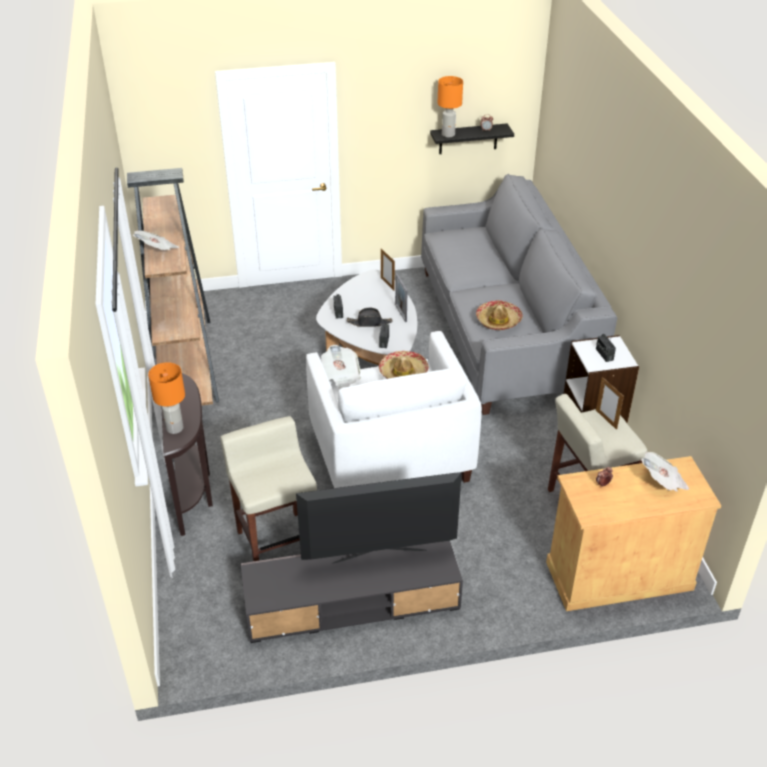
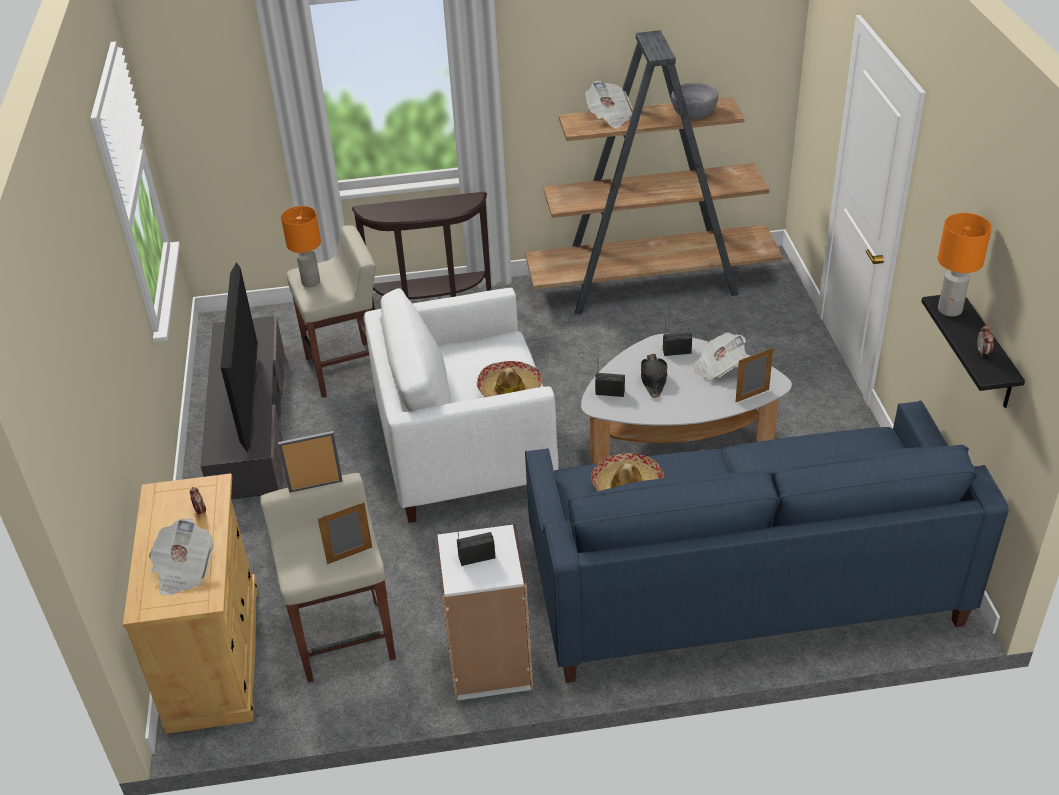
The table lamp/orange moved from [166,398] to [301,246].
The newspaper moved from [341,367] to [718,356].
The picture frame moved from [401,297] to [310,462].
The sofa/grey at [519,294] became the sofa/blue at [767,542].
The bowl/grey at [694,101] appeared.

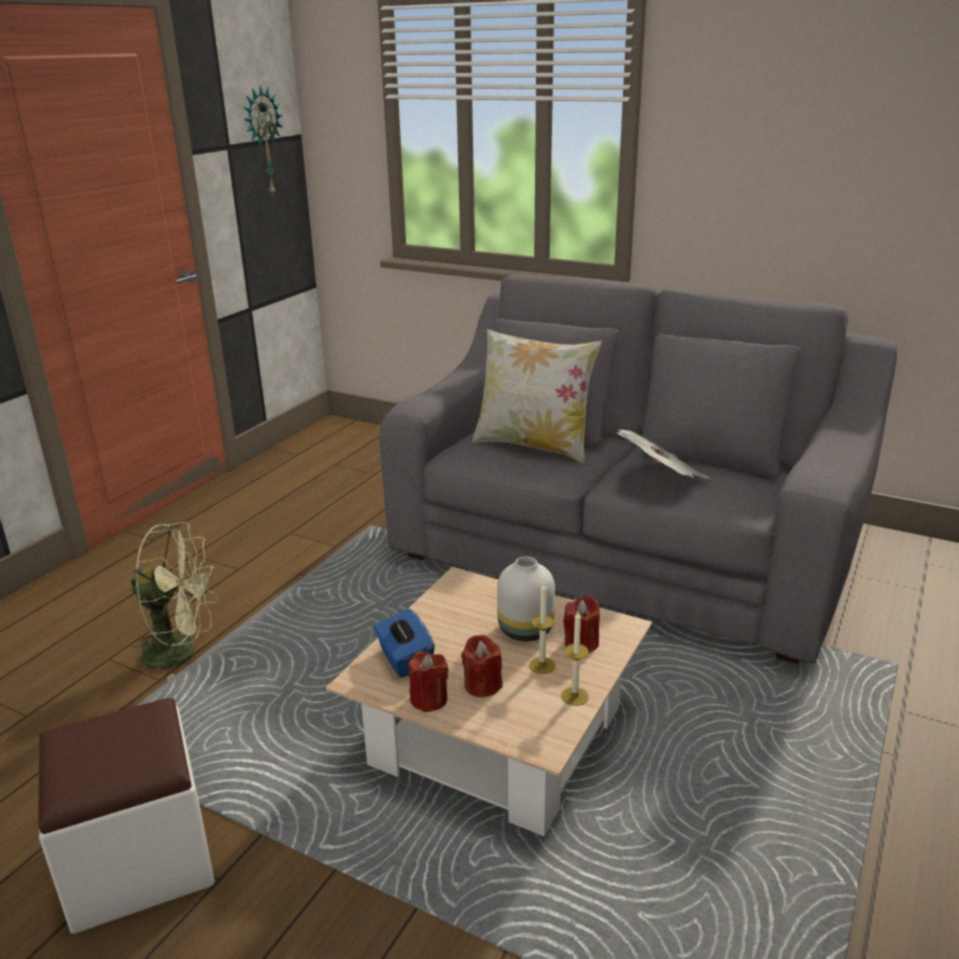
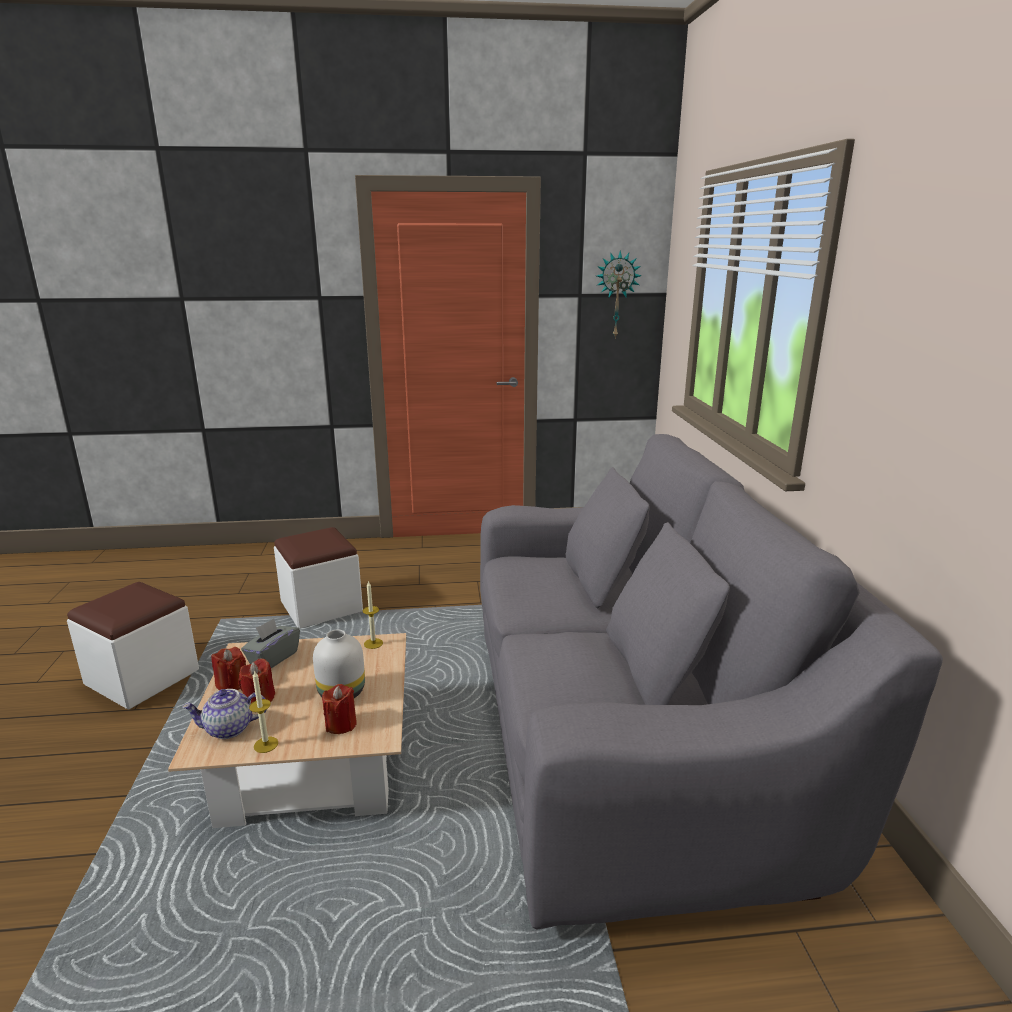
The fan/green at [174,601] was replaced by the ottoman/white at [318,577].
The tissue box/blue at [404,643] became the tissue box/grey at [270,643].
The pillow at [536,396] disappeared.
The candle moved from [542,628] to [372,615].
The newspaper at [663,454] disappeared.
The teapot at [224,714] appeared.

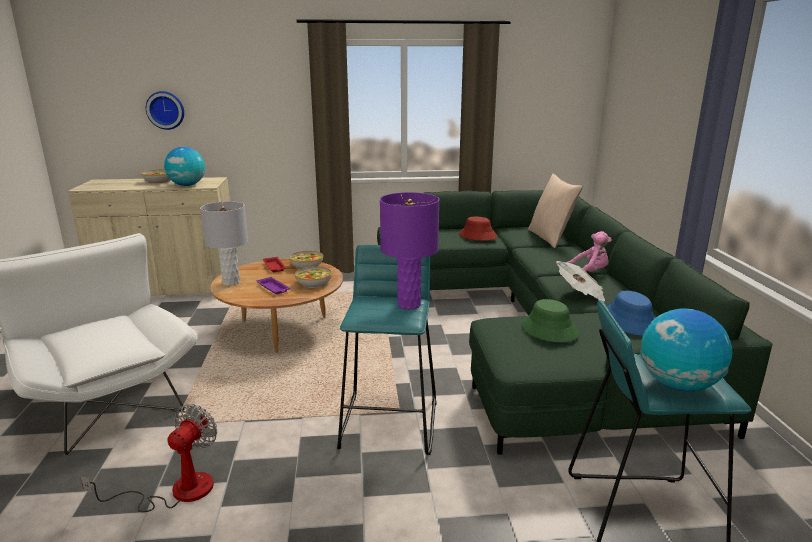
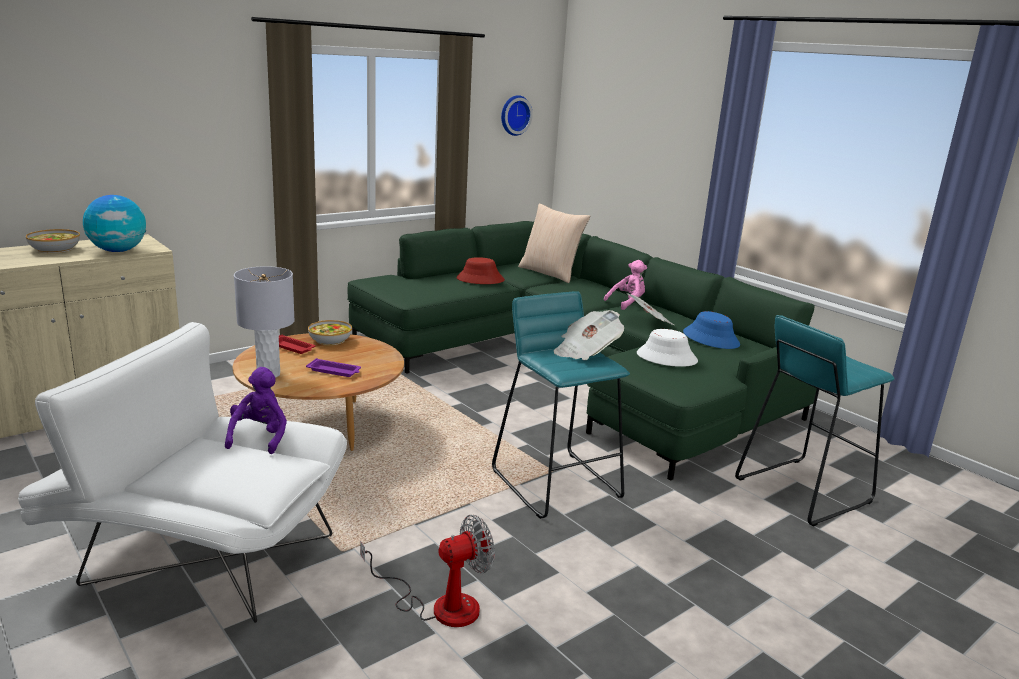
The fan at [148,458] turned 75 degrees clockwise.
The wall clock moved from [165,110] to [517,115].
The bowl at [313,277] disappeared.
The table lamp/purple at [409,251] was replaced by the newspaper at [589,335].
The hat/green at [550,321] became the hat/white at [667,348].
The globe at [686,350] disappeared.
The plush toy/purple at [256,410] appeared.

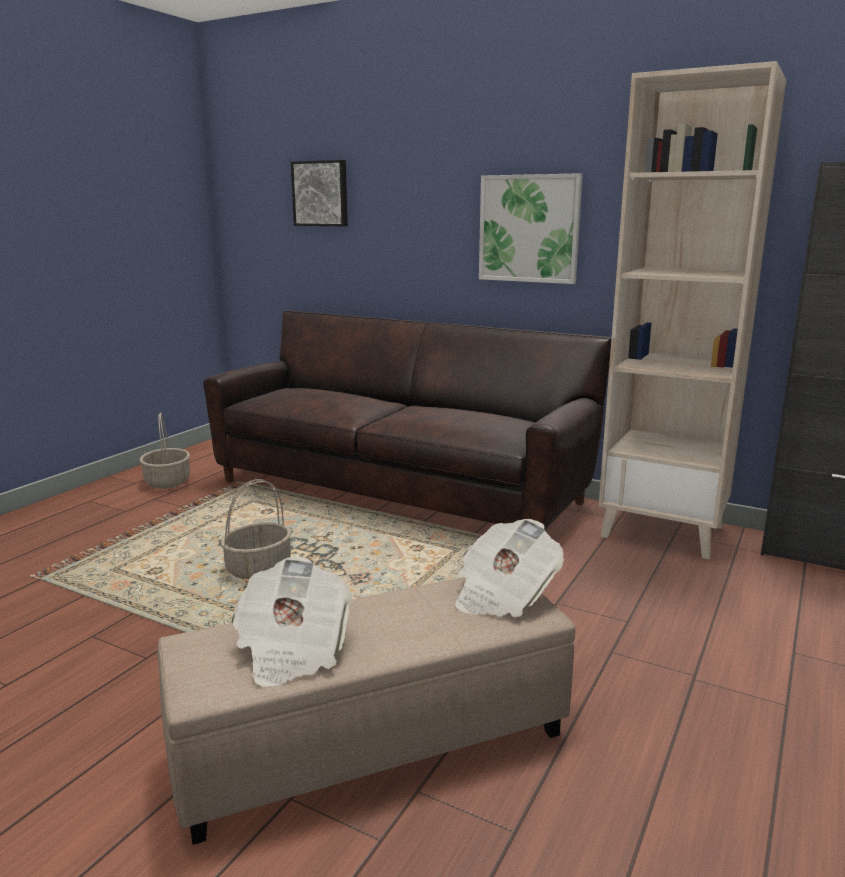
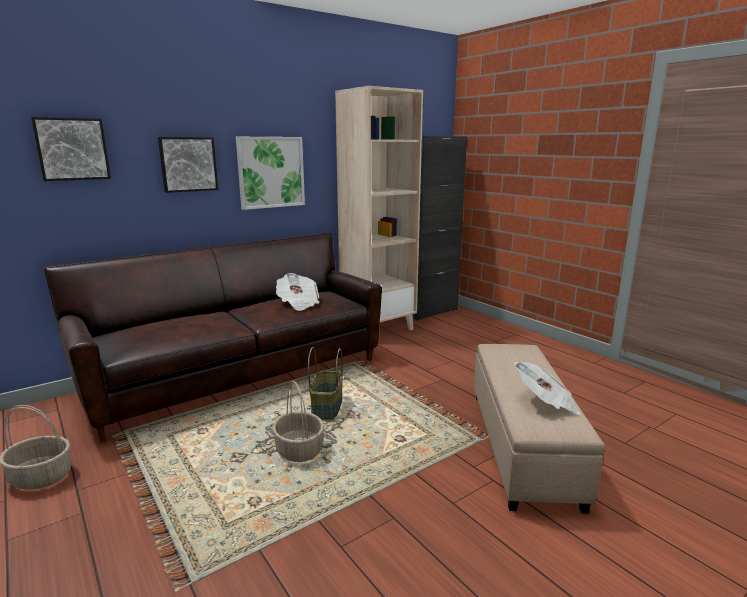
The newspaper moved from [509,568] to [298,292].
The picture at [188,165] appeared.
The basket at [325,383] appeared.

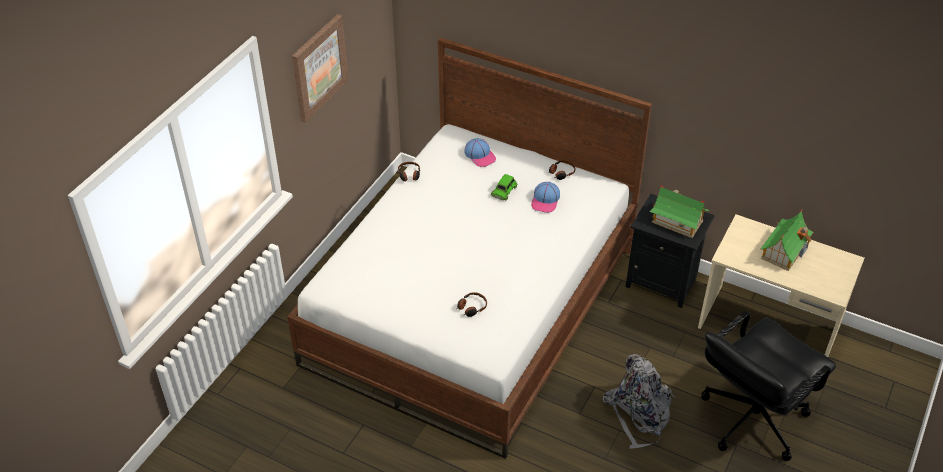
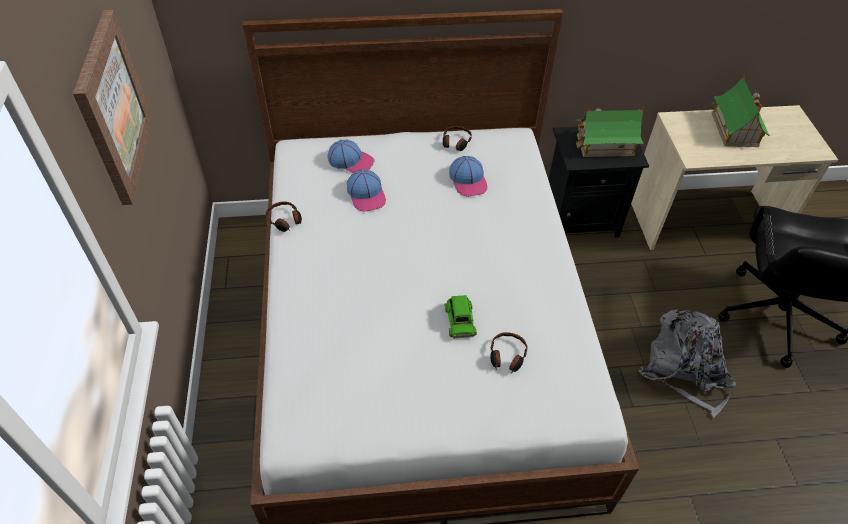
The toy car/green moved from [504,187] to [460,317].
The cap at [366,191] appeared.

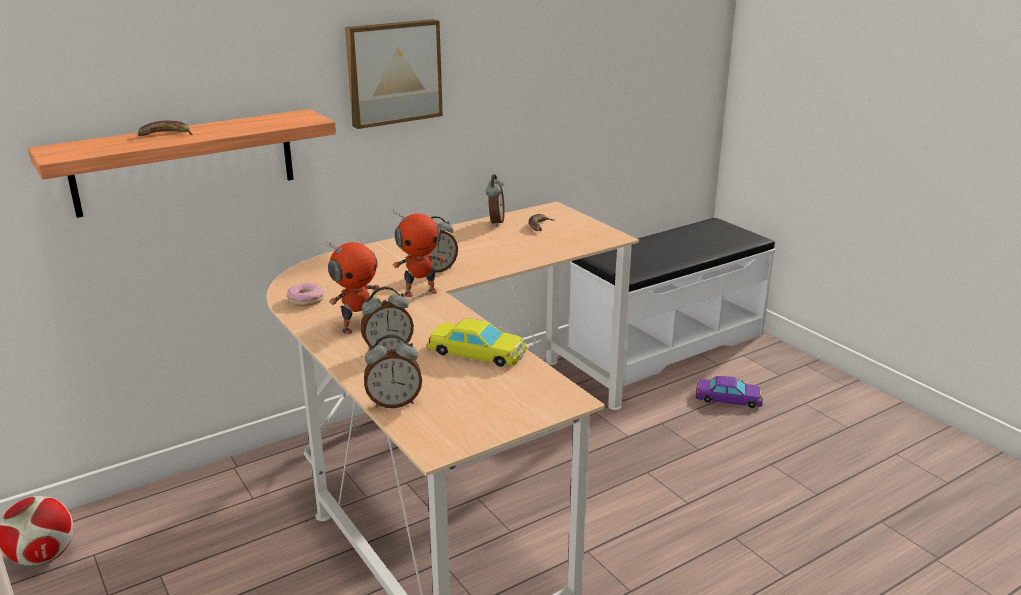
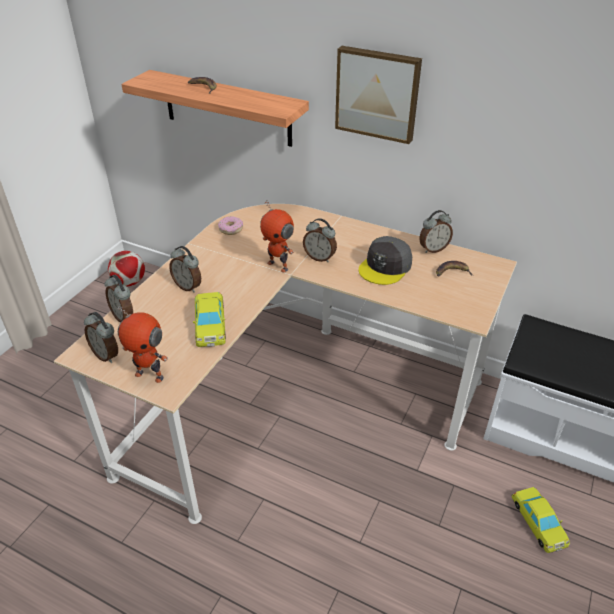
The toy robot moved from [353,287] to [143,344].
The toy car/purple at [729,392] became the toy car/yellow at [541,520].
The alarm clock at [101,337] appeared.
The cap/grey at [385,260] appeared.

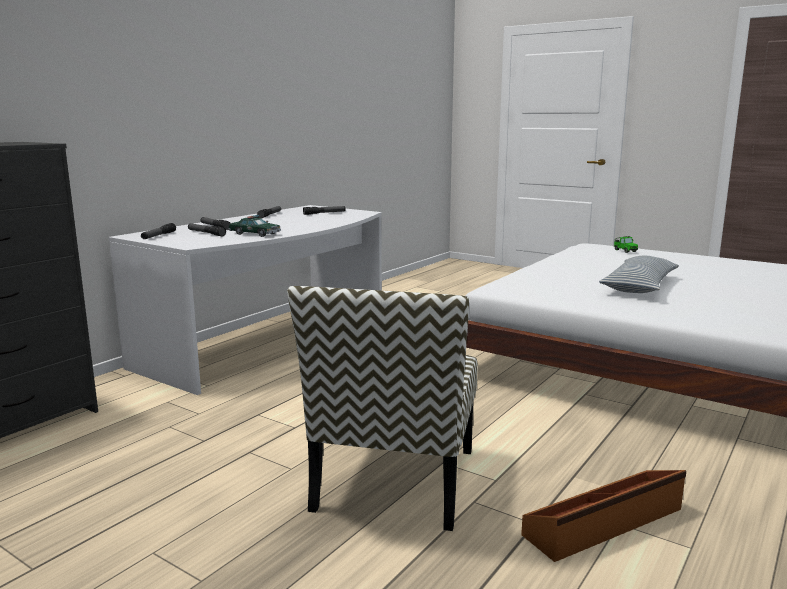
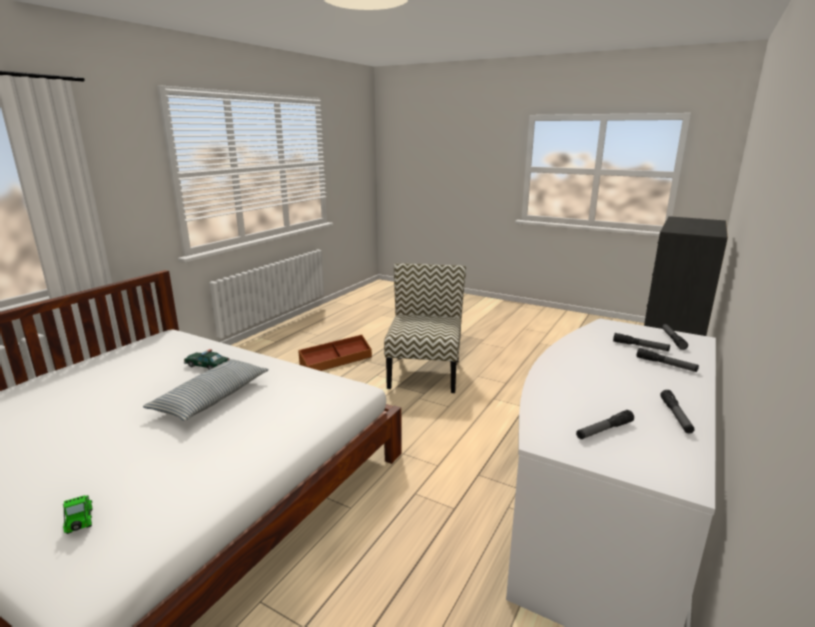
The toy car moved from [254,226] to [207,359].

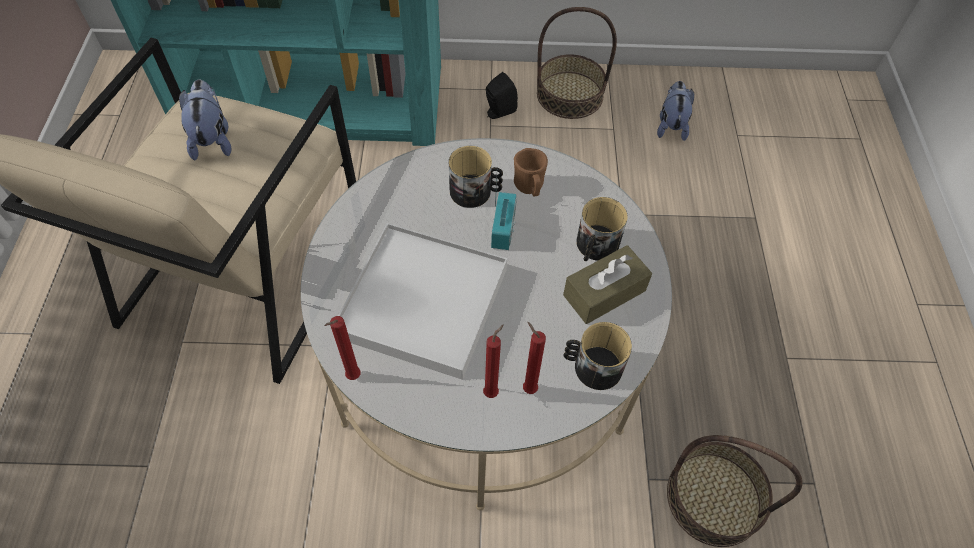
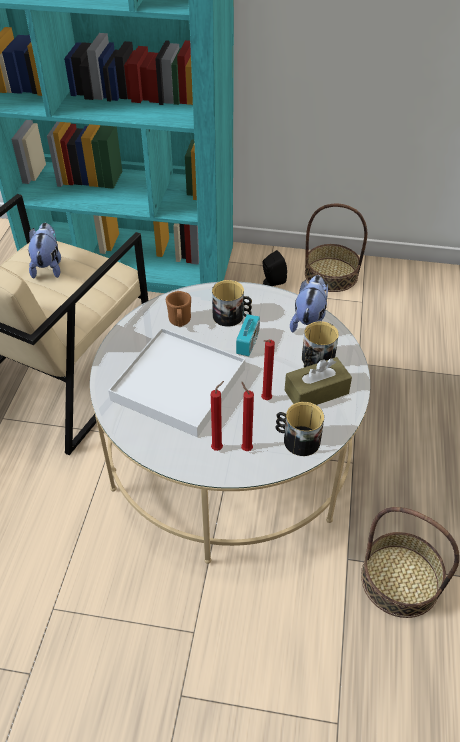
The candle/red moved from [342,348] to [268,370].
The mug/brown moved from [531,172] to [178,309].
The plush toy moved from [675,111] to [309,304].

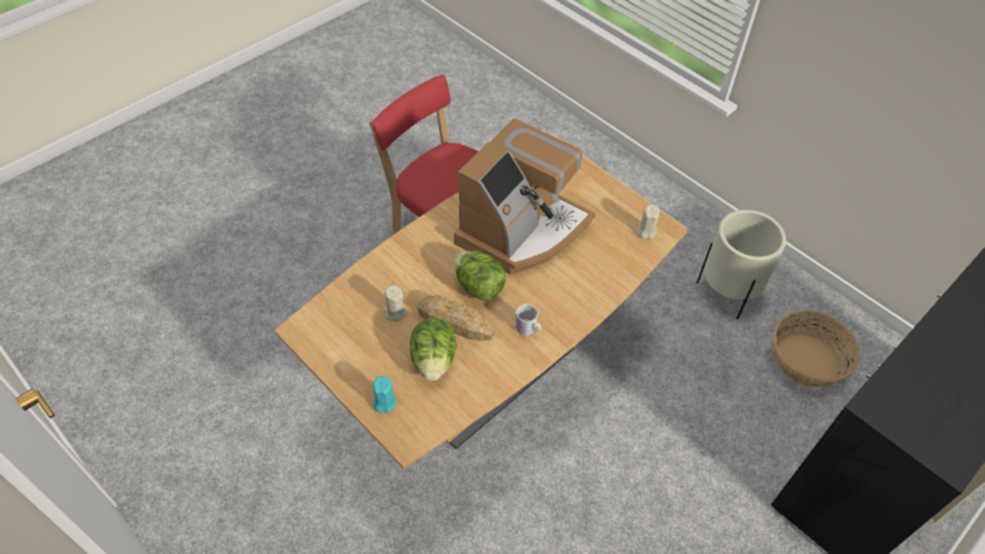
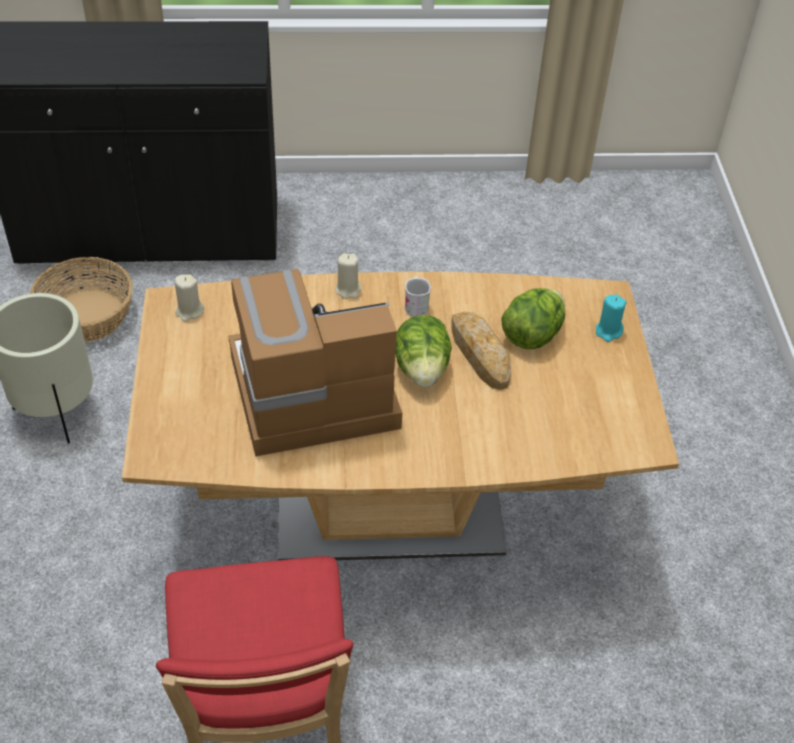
The candle/beige moved from [395,303] to [348,276].

